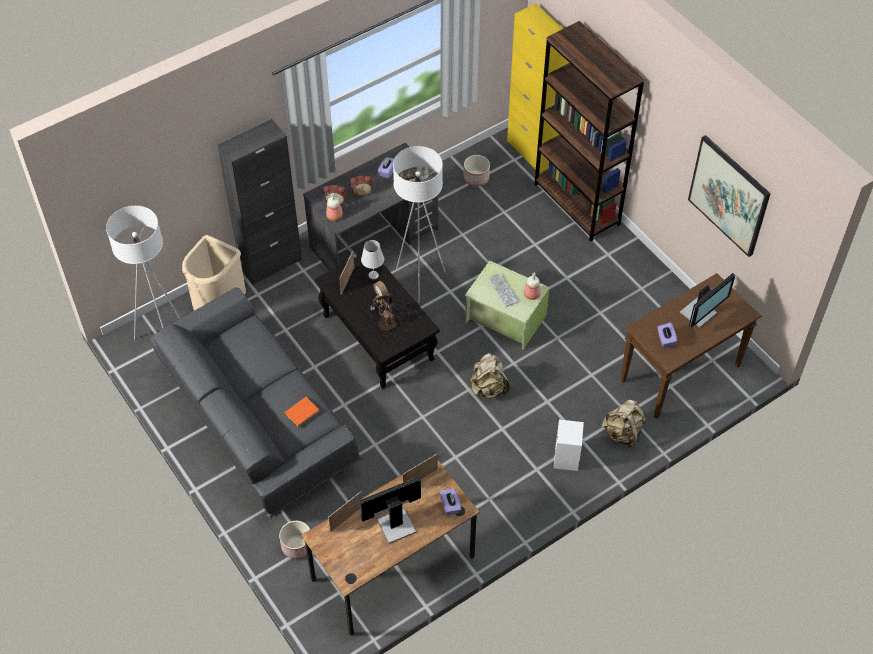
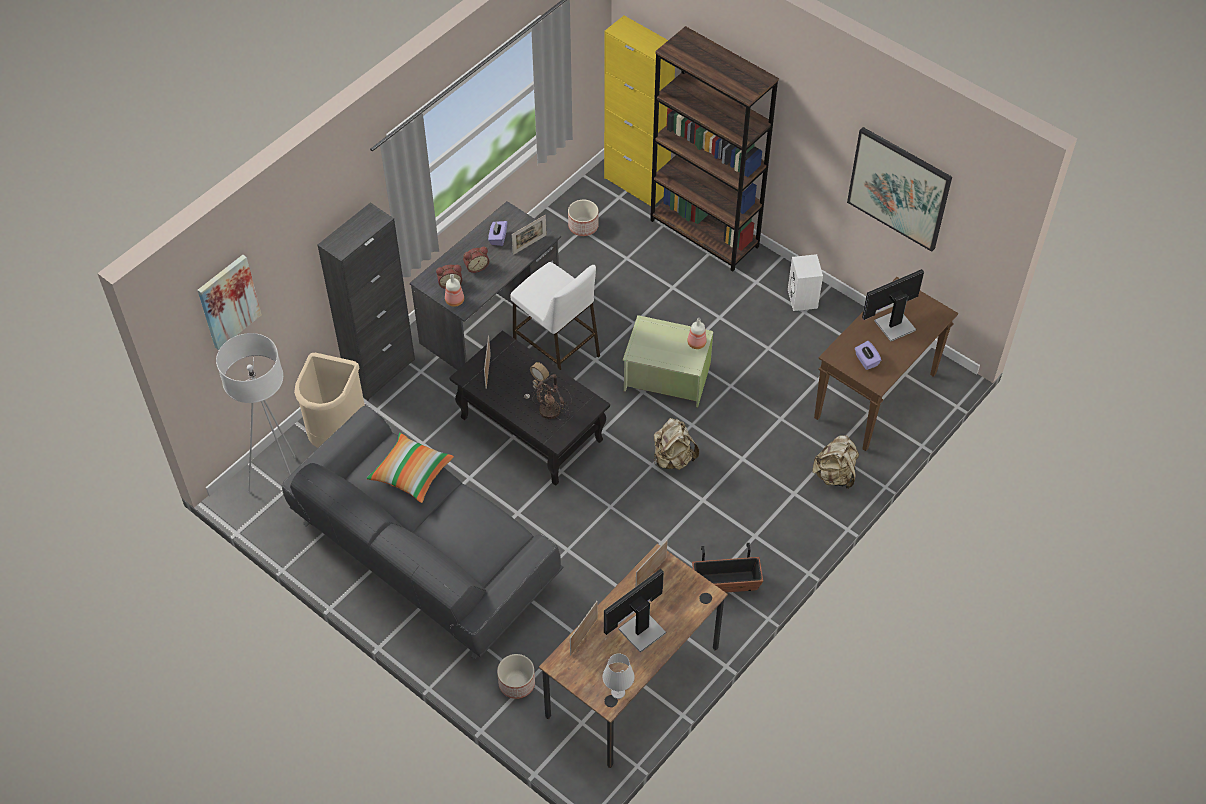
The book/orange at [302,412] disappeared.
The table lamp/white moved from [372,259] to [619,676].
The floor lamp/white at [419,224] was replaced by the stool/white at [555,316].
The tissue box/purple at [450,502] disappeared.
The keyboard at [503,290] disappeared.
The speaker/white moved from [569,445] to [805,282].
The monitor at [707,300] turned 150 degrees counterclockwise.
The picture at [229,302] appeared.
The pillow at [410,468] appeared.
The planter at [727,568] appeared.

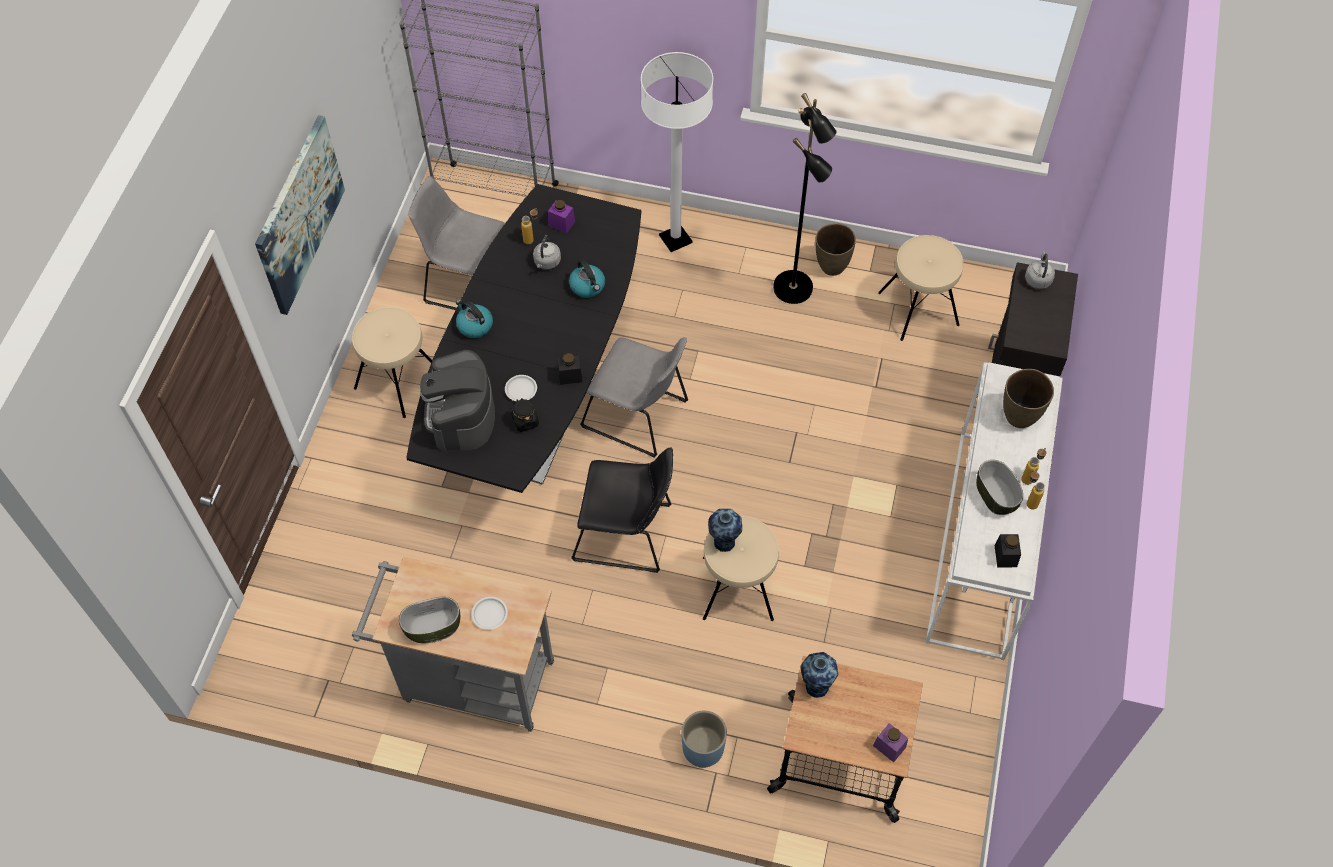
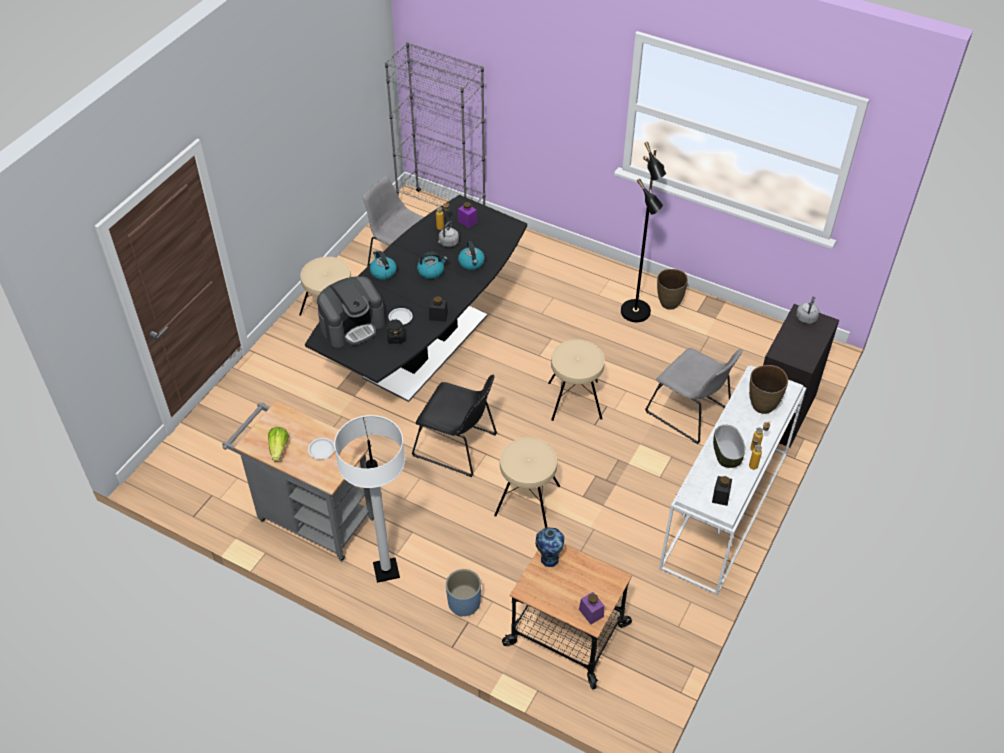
The picture at [300,215] disappeared.
The bowl at [429,619] was replaced by the lettuce at [278,444].
The coffee machine at [457,400] turned 135 degrees counterclockwise.
The chair/grey moved from [634,397] to [694,396].
The floor lamp/white moved from [677,152] to [369,499].
The vase at [725,530] disappeared.
The stool/beige moved from [920,288] to [576,380].
The kettle at [432,265] appeared.

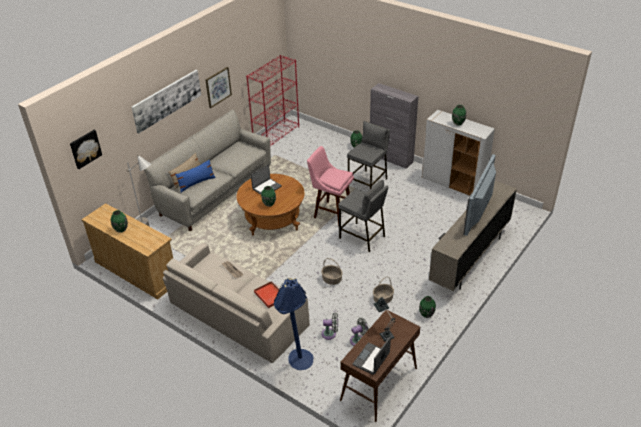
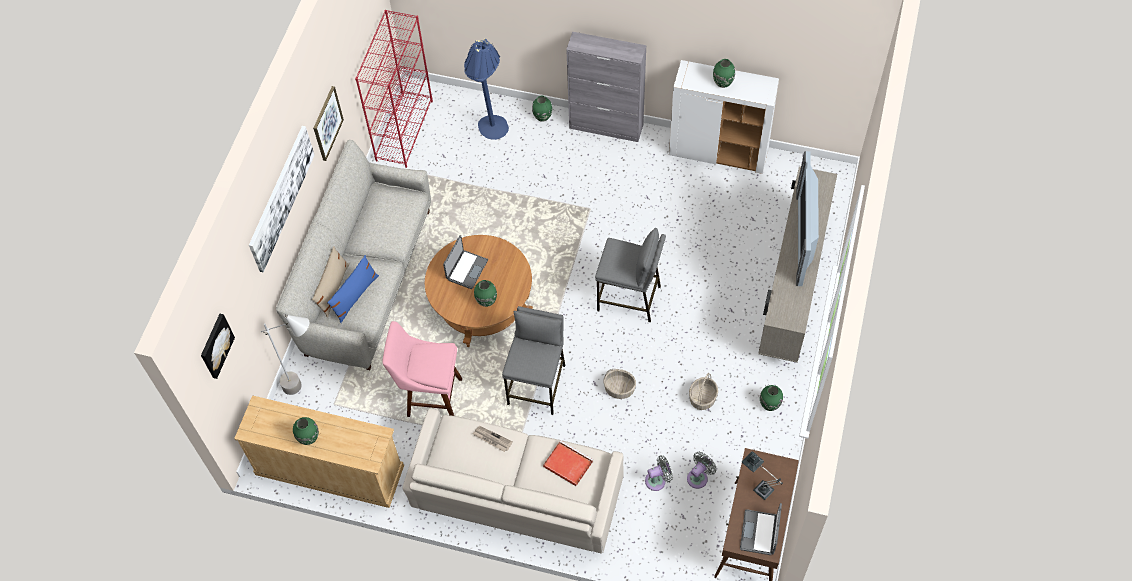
The floor lamp/blue moved from [293,324] to [486,89].
The stool/pink moved from [330,186] to [422,369].
The stool/grey moved from [368,155] to [533,360].

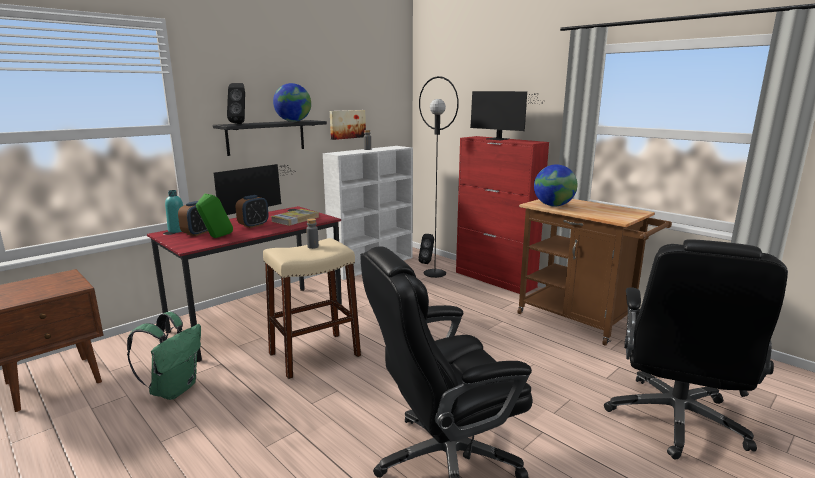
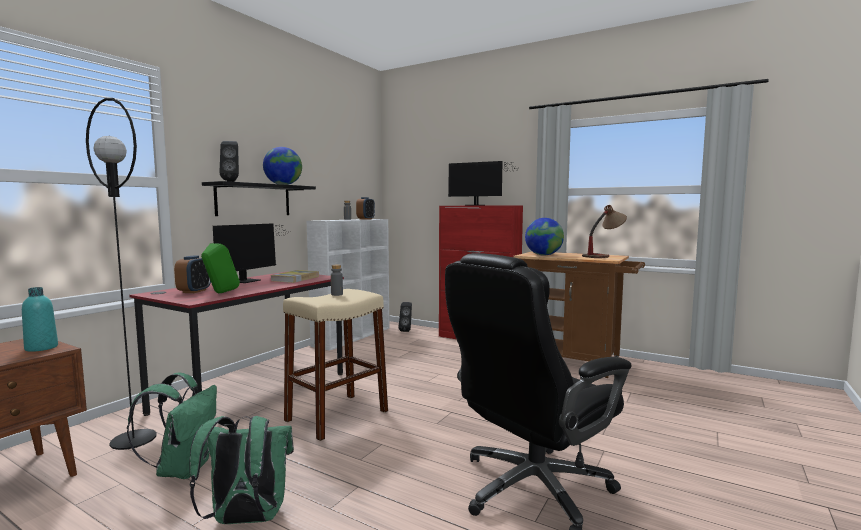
The bottle/turquoise moved from [174,211] to [40,319].
The alarm clock moved from [252,211] to [365,208].
The picture at [348,125] disappeared.
The floor lamp/black moved from [438,177] to [121,274].
The office chair/black at [696,349] disappeared.
The backpack/green at [241,470] appeared.
The table lamp at [604,231] appeared.

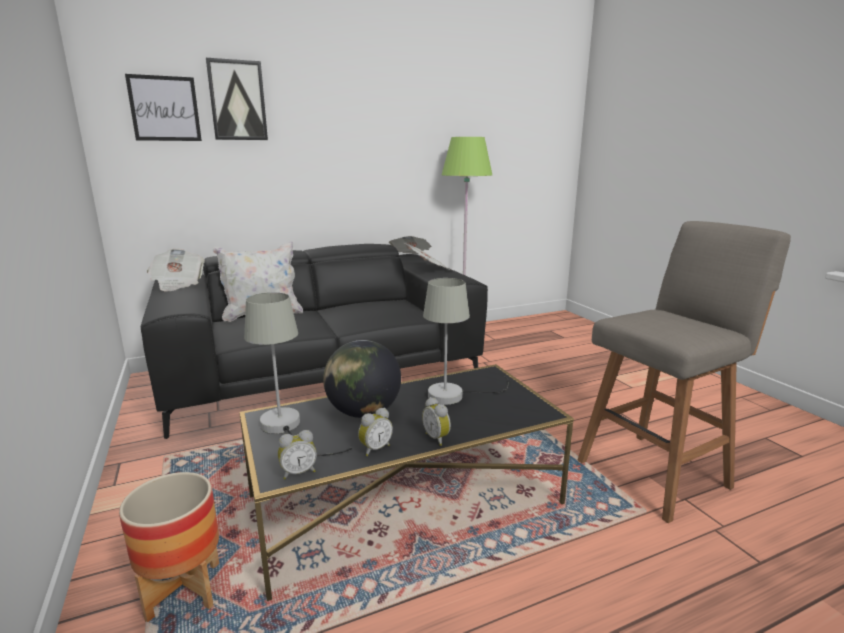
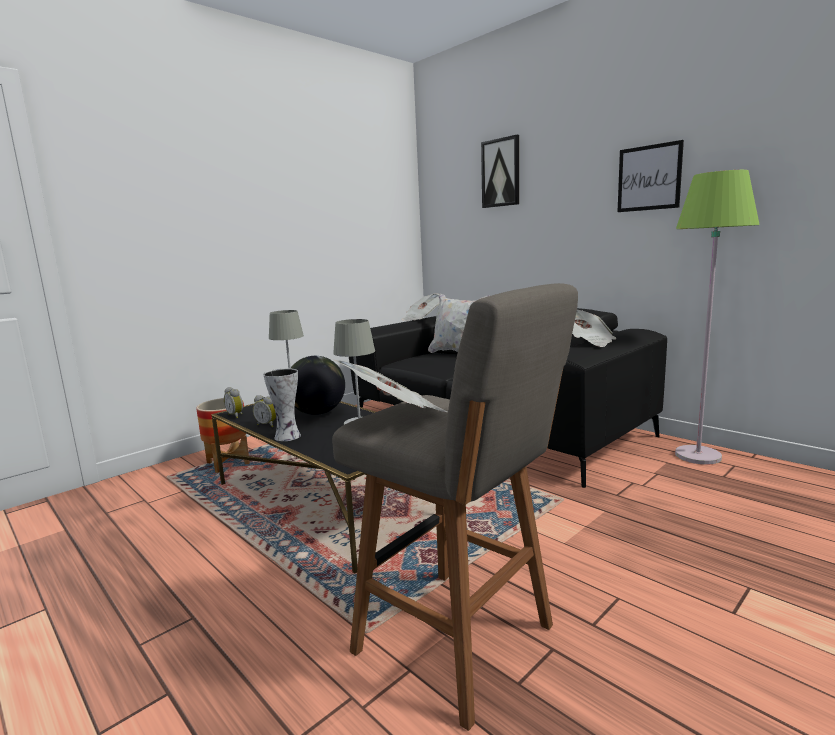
The picture moved from [163,107] to [650,176].
The newspaper moved from [409,245] to [391,386].
The alarm clock at [436,421] was replaced by the vase at [282,404].

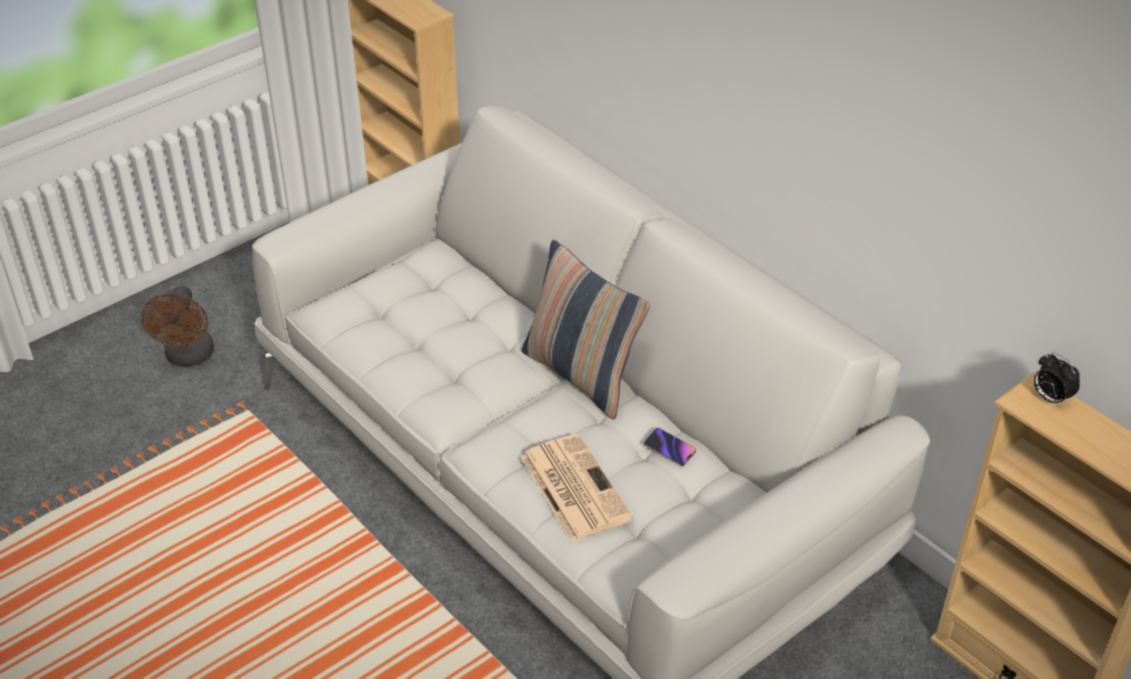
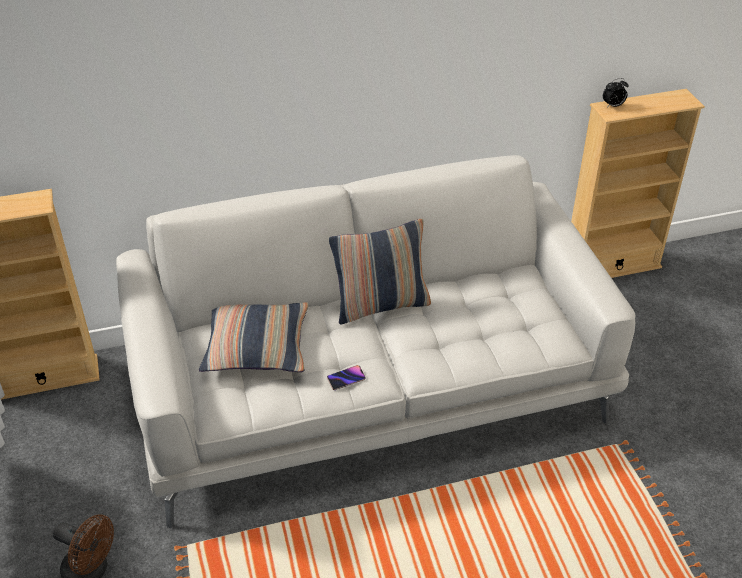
The newspaper at [577,488] disappeared.
The phone moved from [670,447] to [346,377].
The pillow at [254,337] appeared.

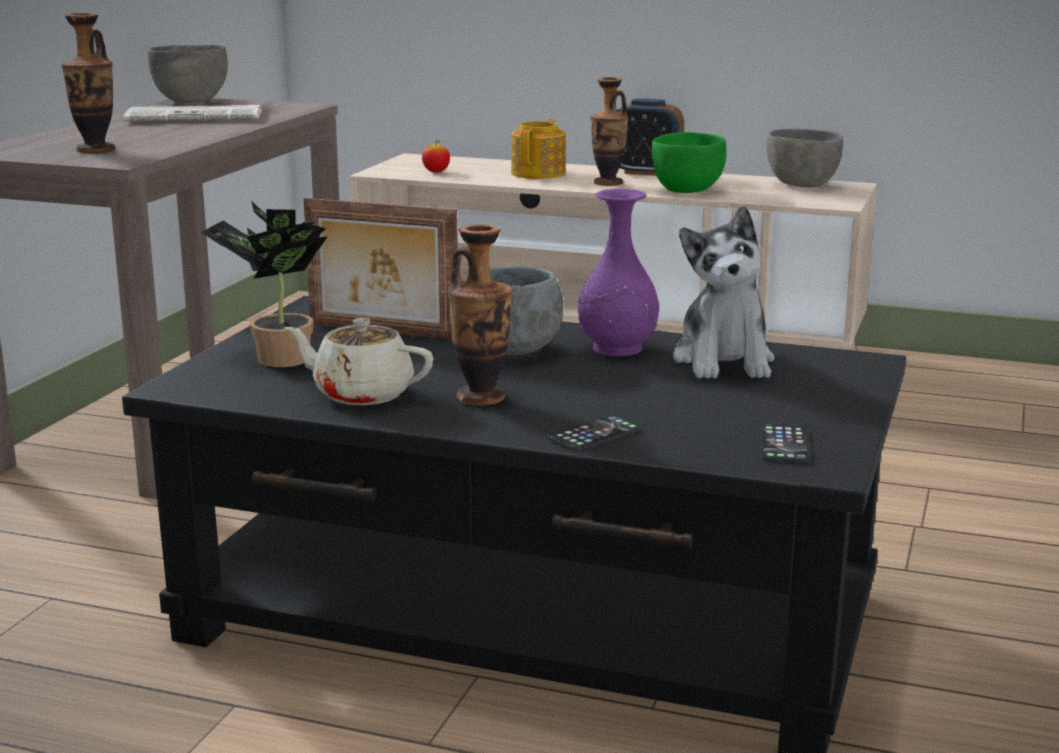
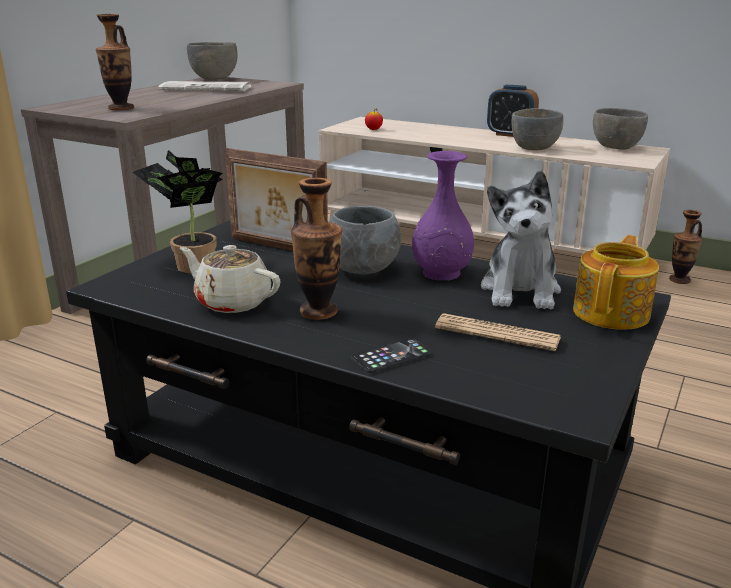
The teapot moved from [538,149] to [616,282].
The vase moved from [609,131] to [685,247].
The bowl/green at [689,162] became the bowl/grey at [538,129].
The phone at [785,443] disappeared.
The newspaper at [498,332] appeared.

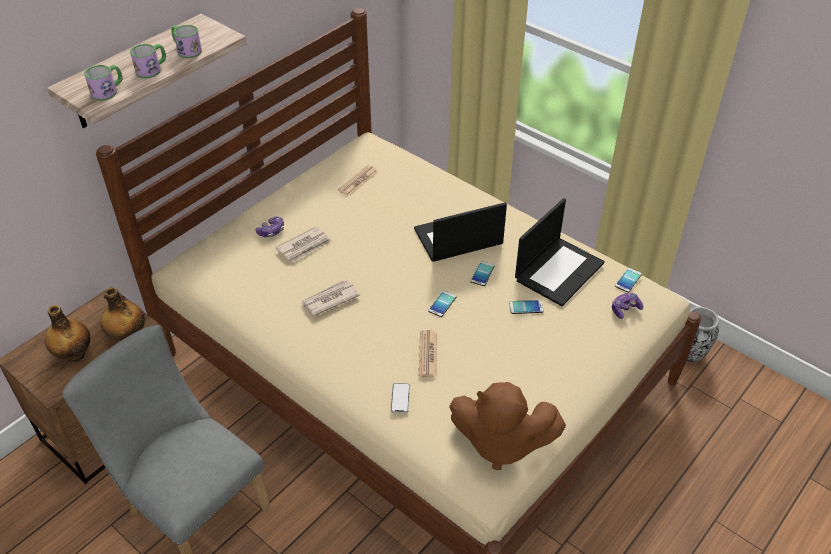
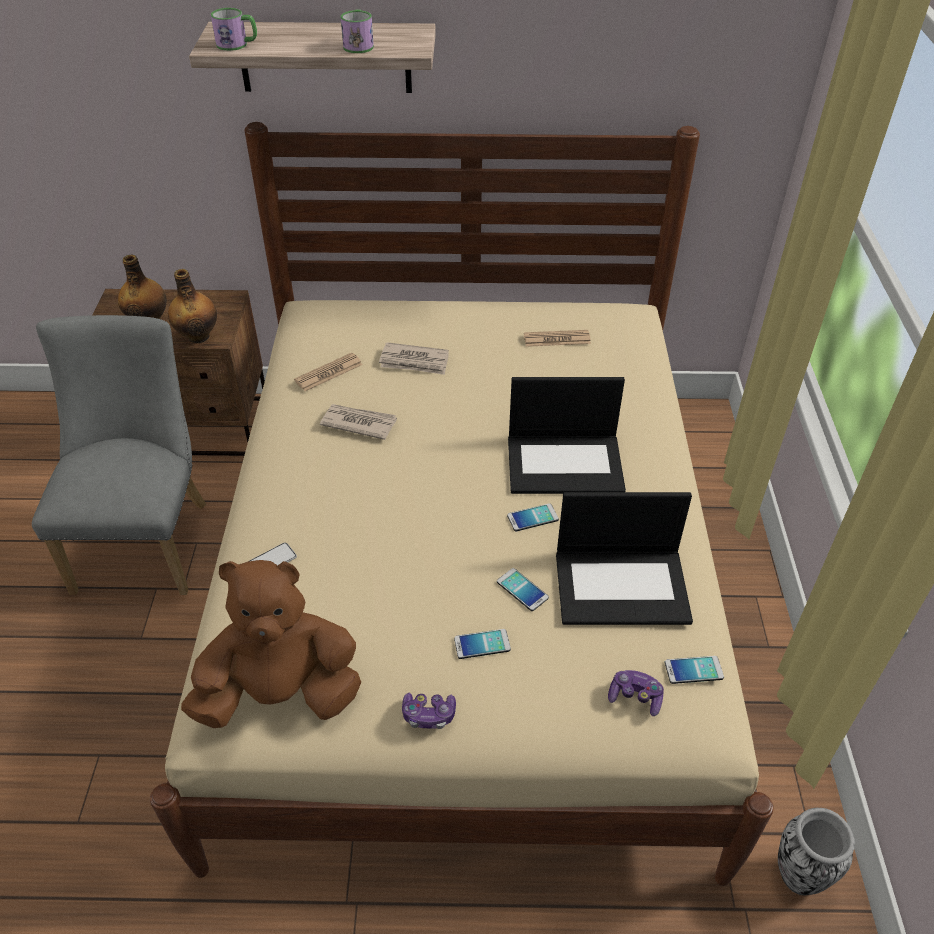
The mug at [148,61] disappeared.
The game controller moved from [269,226] to [429,711].
The laptop at [460,232] turned 150 degrees clockwise.
The newspaper moved from [428,353] to [328,372].
The phone moved from [442,303] to [482,644].
The plush toy/brown at [507,426] turned 105 degrees clockwise.

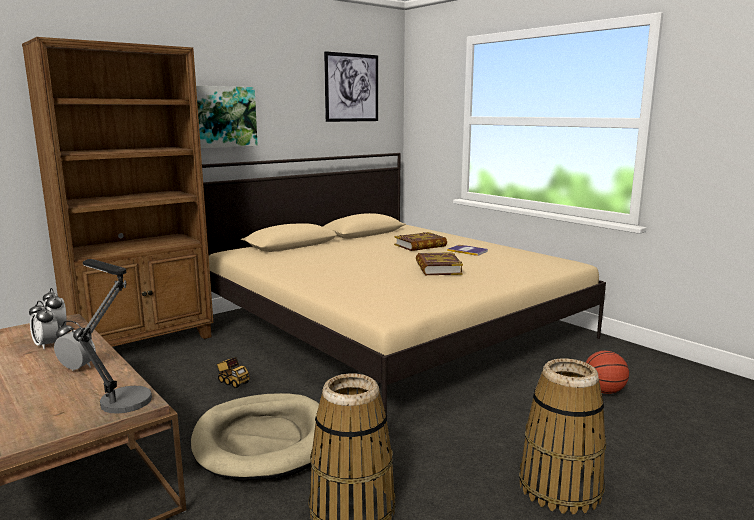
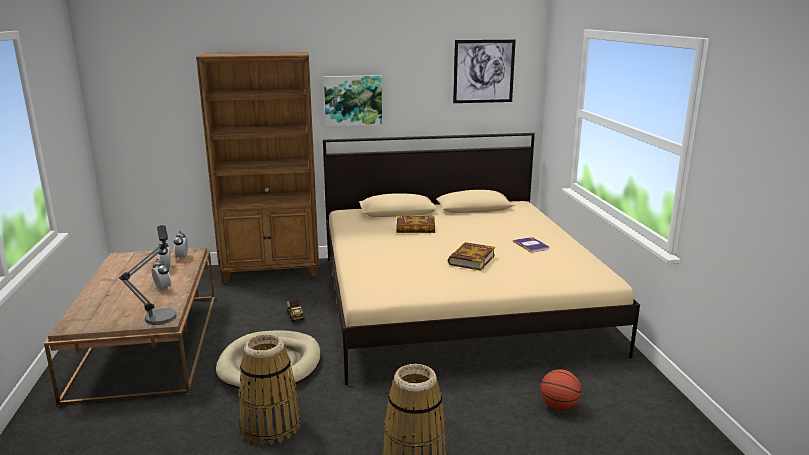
The book moved from [420,241] to [416,224].

